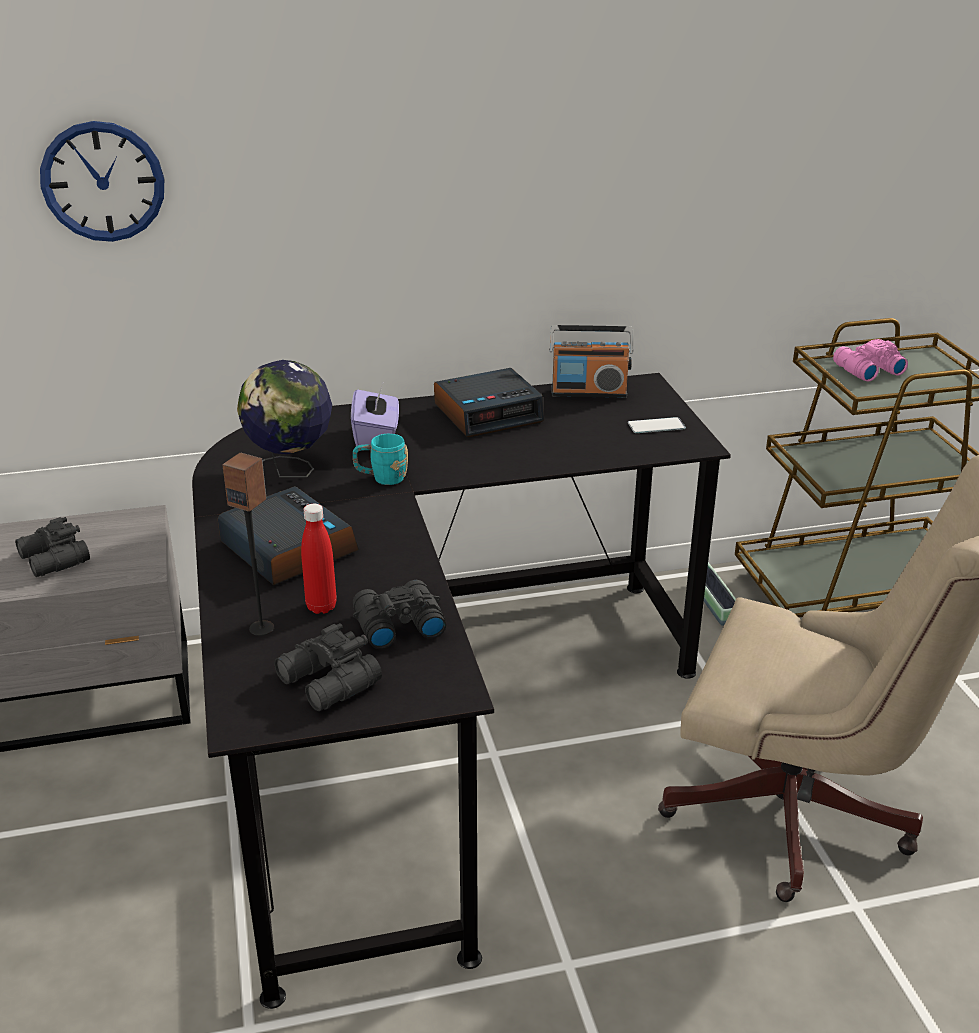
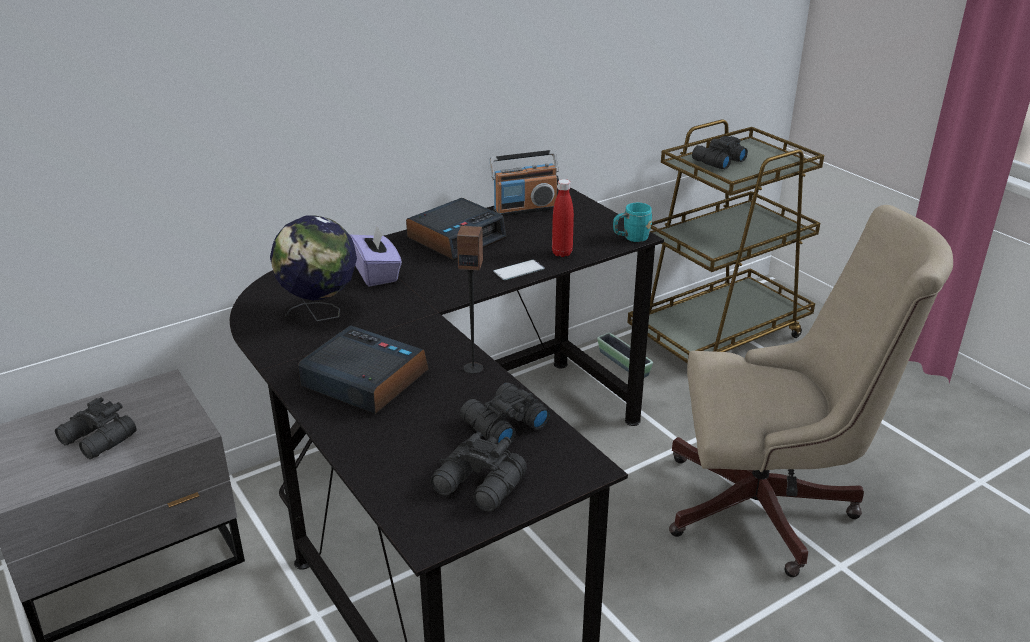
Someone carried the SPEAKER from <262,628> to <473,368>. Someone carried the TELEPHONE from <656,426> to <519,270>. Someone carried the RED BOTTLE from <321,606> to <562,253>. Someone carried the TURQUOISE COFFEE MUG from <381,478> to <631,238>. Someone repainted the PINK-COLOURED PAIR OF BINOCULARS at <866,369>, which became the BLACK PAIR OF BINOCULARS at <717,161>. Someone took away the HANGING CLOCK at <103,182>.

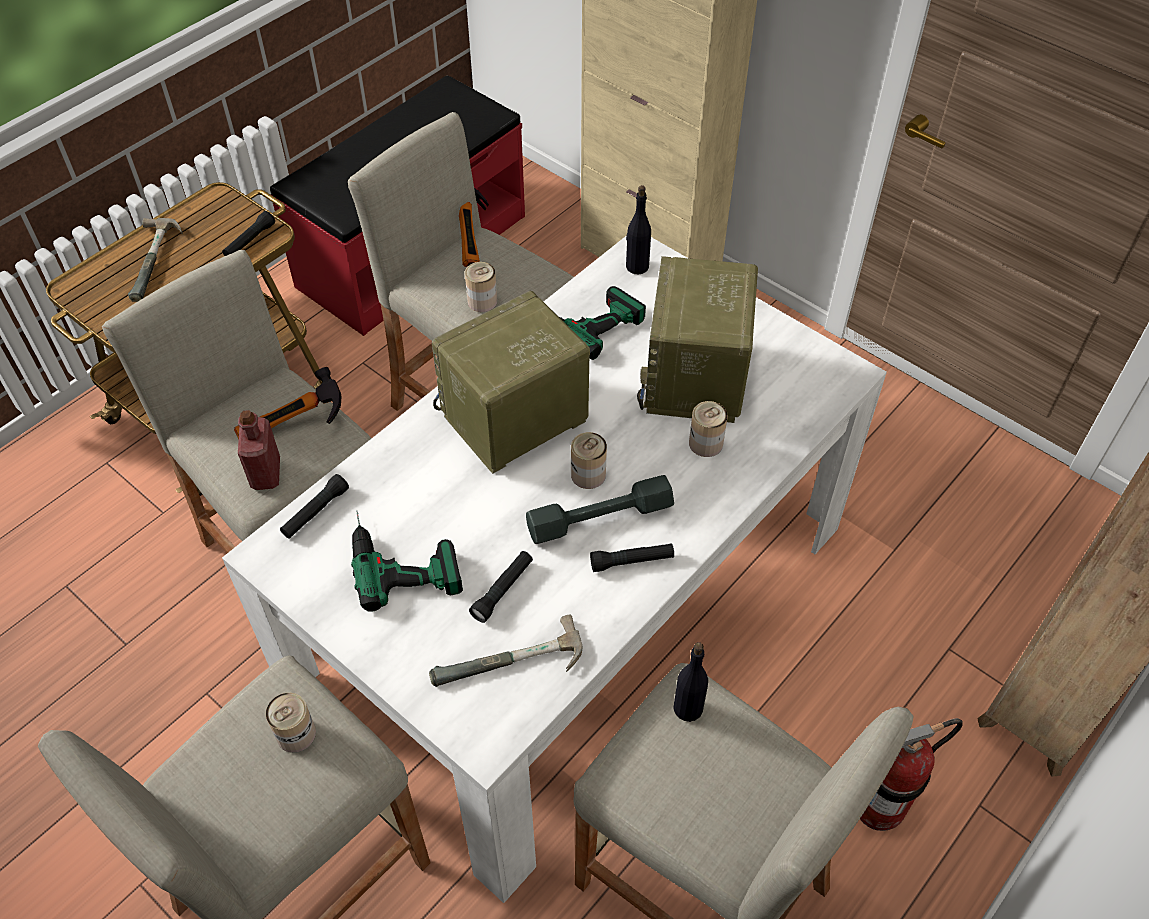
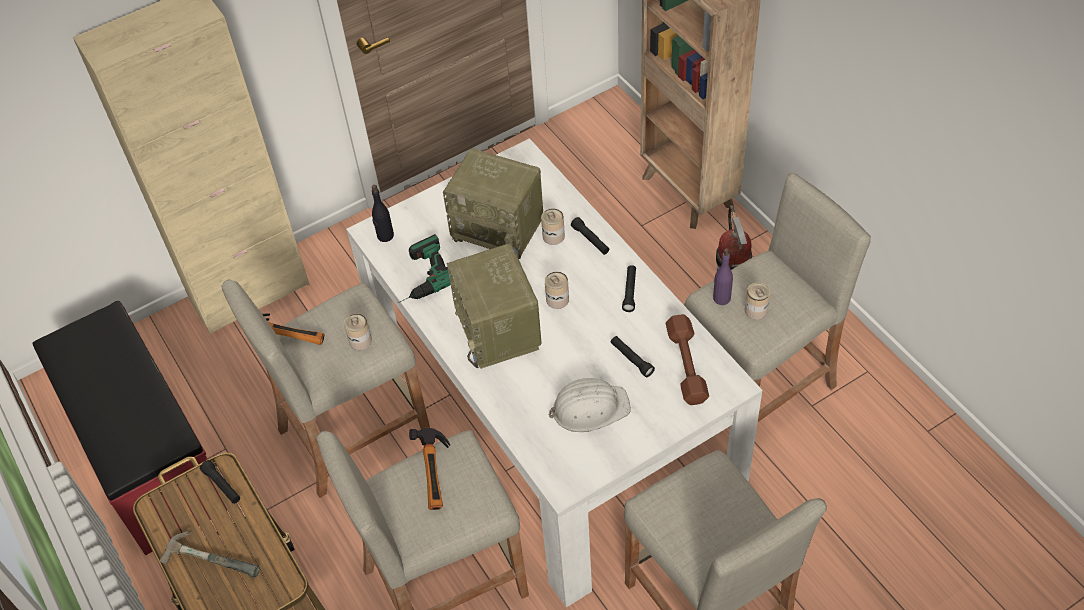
Someone swapped the ELECTRIC DRILL at <402,556> for the WHITE WORK HELMET at <589,408>. Someone carried the BLACK FLASHLIGHT from <315,512> to <590,240>. Someone swapped the TOOL HAMMER at <510,667> for the BROWN HAND WEIGHT at <687,365>. Someone repainted the BLACK BOTTLE at <688,707>, which became the PURPLE BOTTLE at <721,298>. Someone carried the METAL CAN from <296,734> to <756,310>. Someone took away the RED BOTTLE at <266,473>. Someone took away the GREYISH HAND WEIGHT at <599,517>.

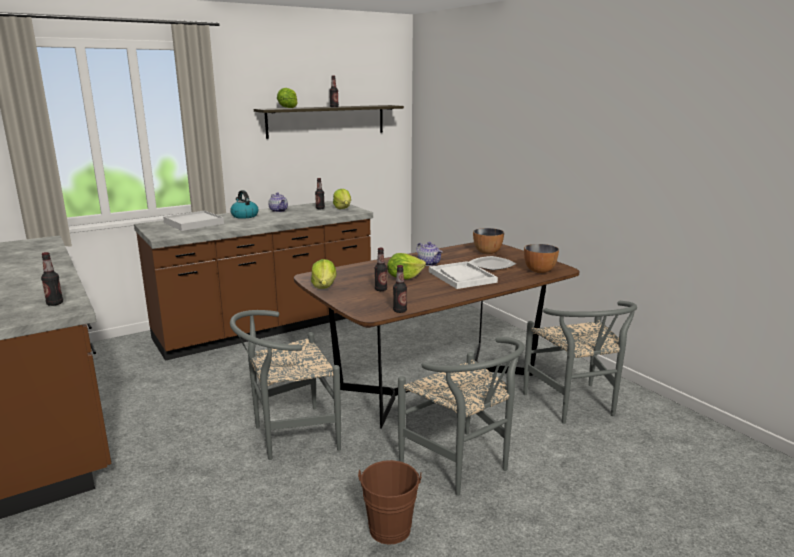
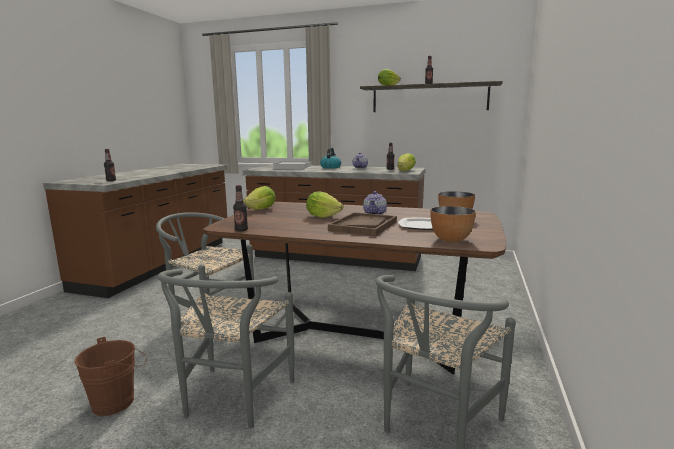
Someone repainted the WHITE SERVING TRAY at <461,277>, which became the BROWN SERVING TRAY at <363,226>. Someone took away the BOTTLE at <381,289>.

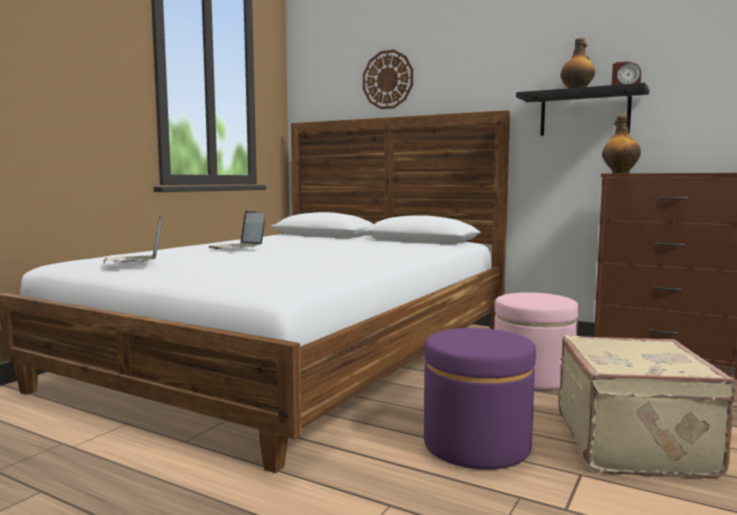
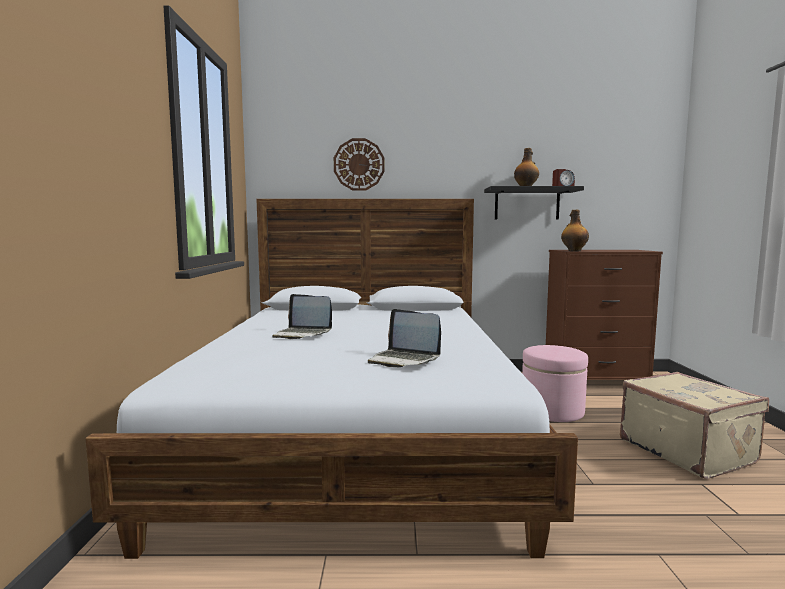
Someone carried the PORTABLE COMPUTER from <136,261> to <404,360>. Someone took away the PURPLE POUFFE at <476,445>.

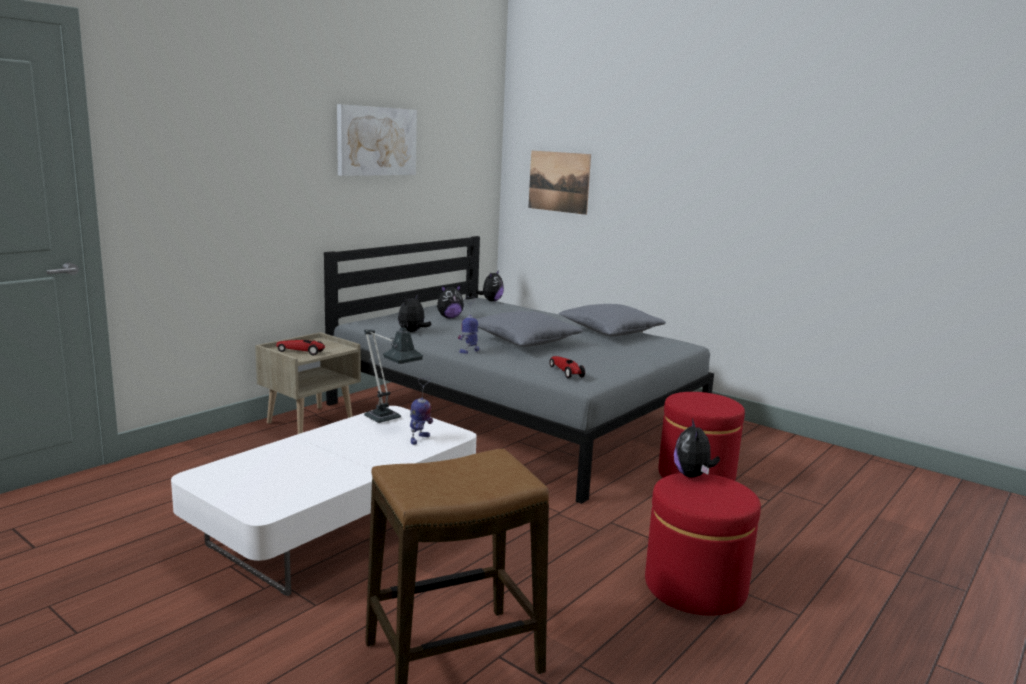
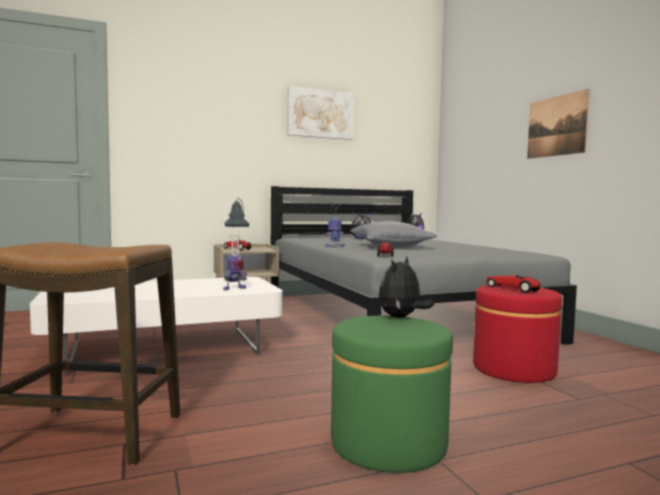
Someone repainted the RED POUFFE at <695,587>, which became the GREEN POUFFE at <388,443>. Someone put down the MODEL CAR at <512,289>. Someone carried the PICTURE from <559,182> to <556,126>. Someone took away the CUDDLY TOY at <412,332>. Someone took away the GREYISH THROW PILLOW at <610,332>.

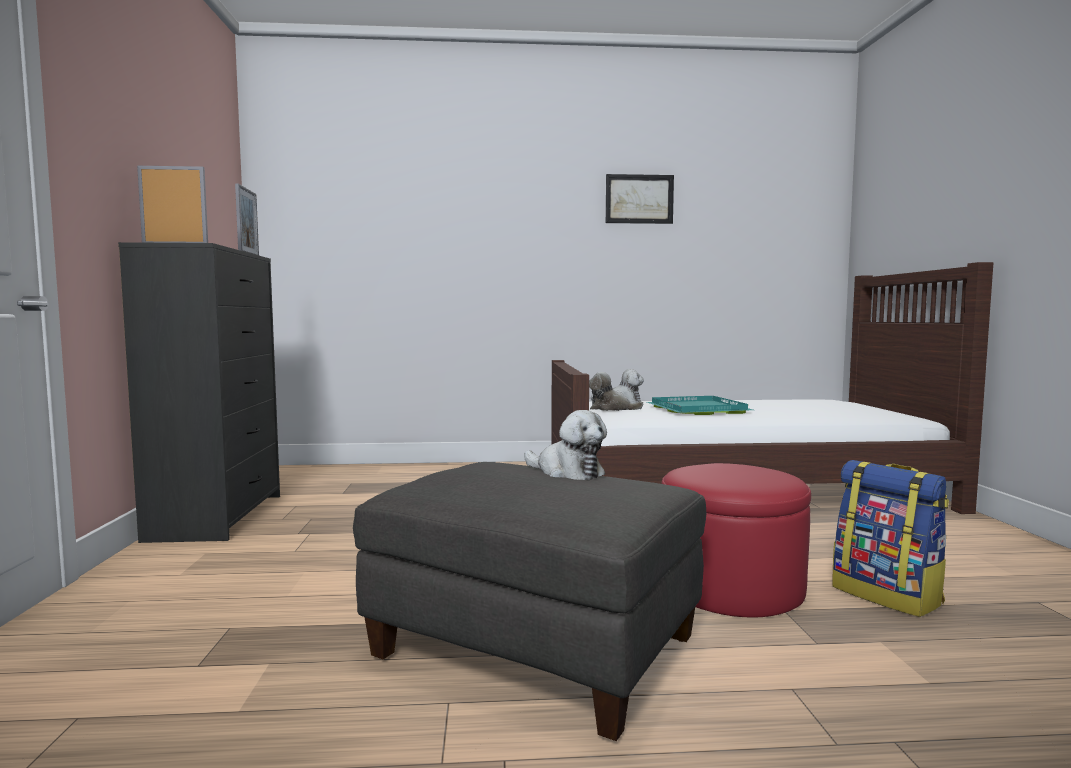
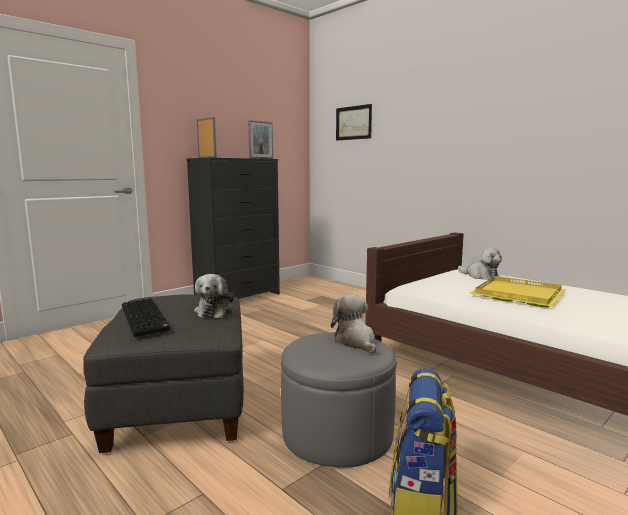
Someone put down the PC KEYBOARD at <146,318>. Someone repainted the RED POUFFE at <730,586>, which became the GREYISH POUFFE at <337,433>. Someone carried the CUDDLY TOY from <611,409> to <355,341>. Someone carried the PICTURE from <639,199> to <353,123>. Someone repainted the TURQUOISE SERVING TRAY at <700,409>, which became the YELLOWISH SERVING TRAY at <519,295>.

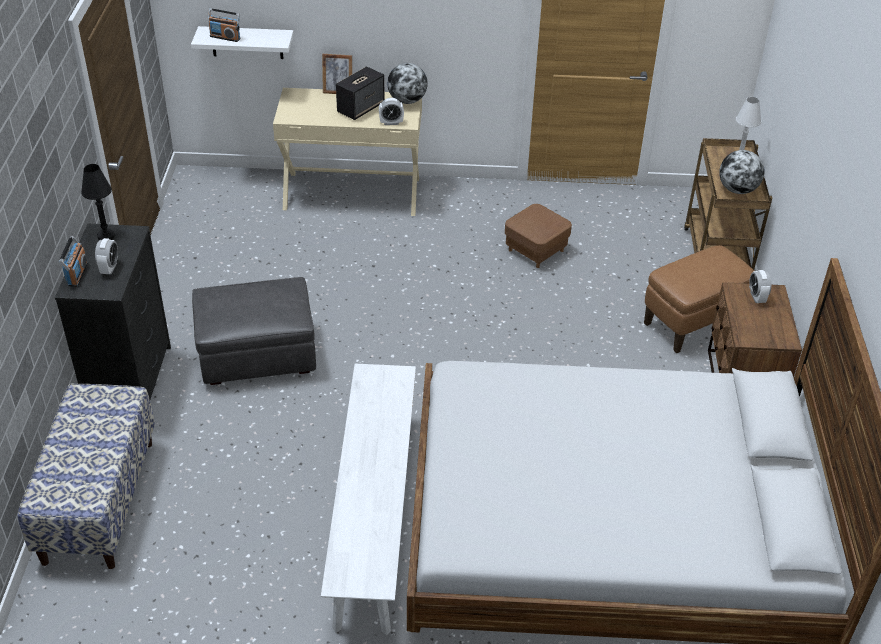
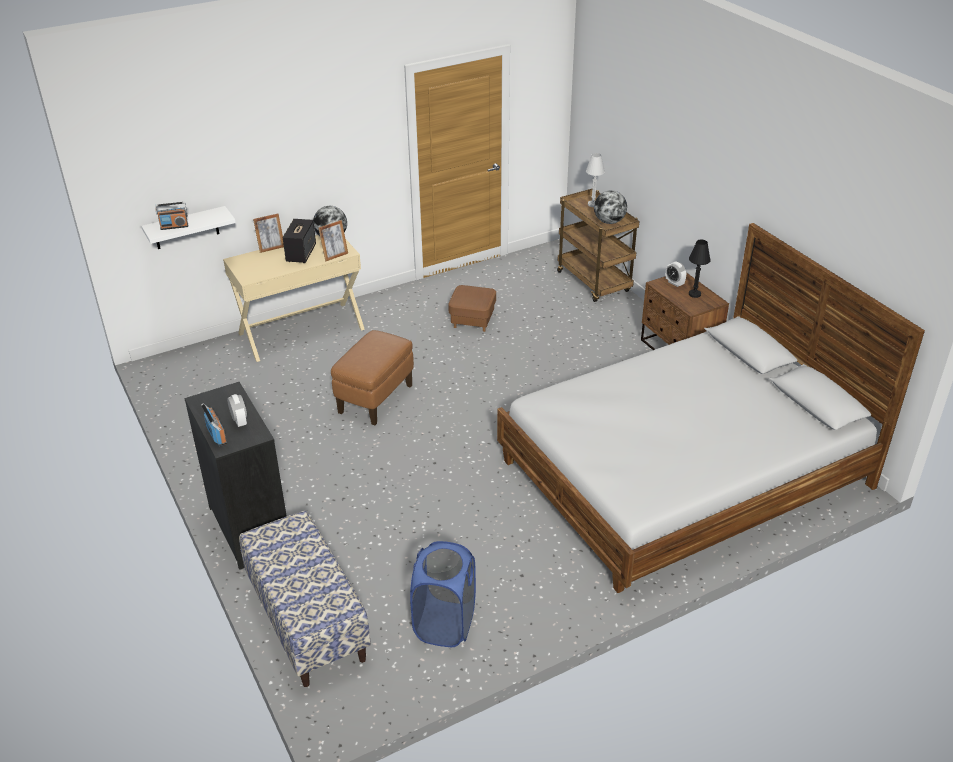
Someone swapped the BEDSIDE CLOCK at <391,123> for the PHOTO FRAME at <335,256>. Someone carried the BROWN POUFFE from <693,323> to <376,399>. Someone put down the BLUISH LAUNDRY BASKET at <445,624>. Someone carried the BLACK LAMP FOR A TABLE from <106,236> to <694,294>. Someone took away the GREYISH POUFFE at <257,355>. Someone took away the WHITE INDOOR BENCH at <374,518>.

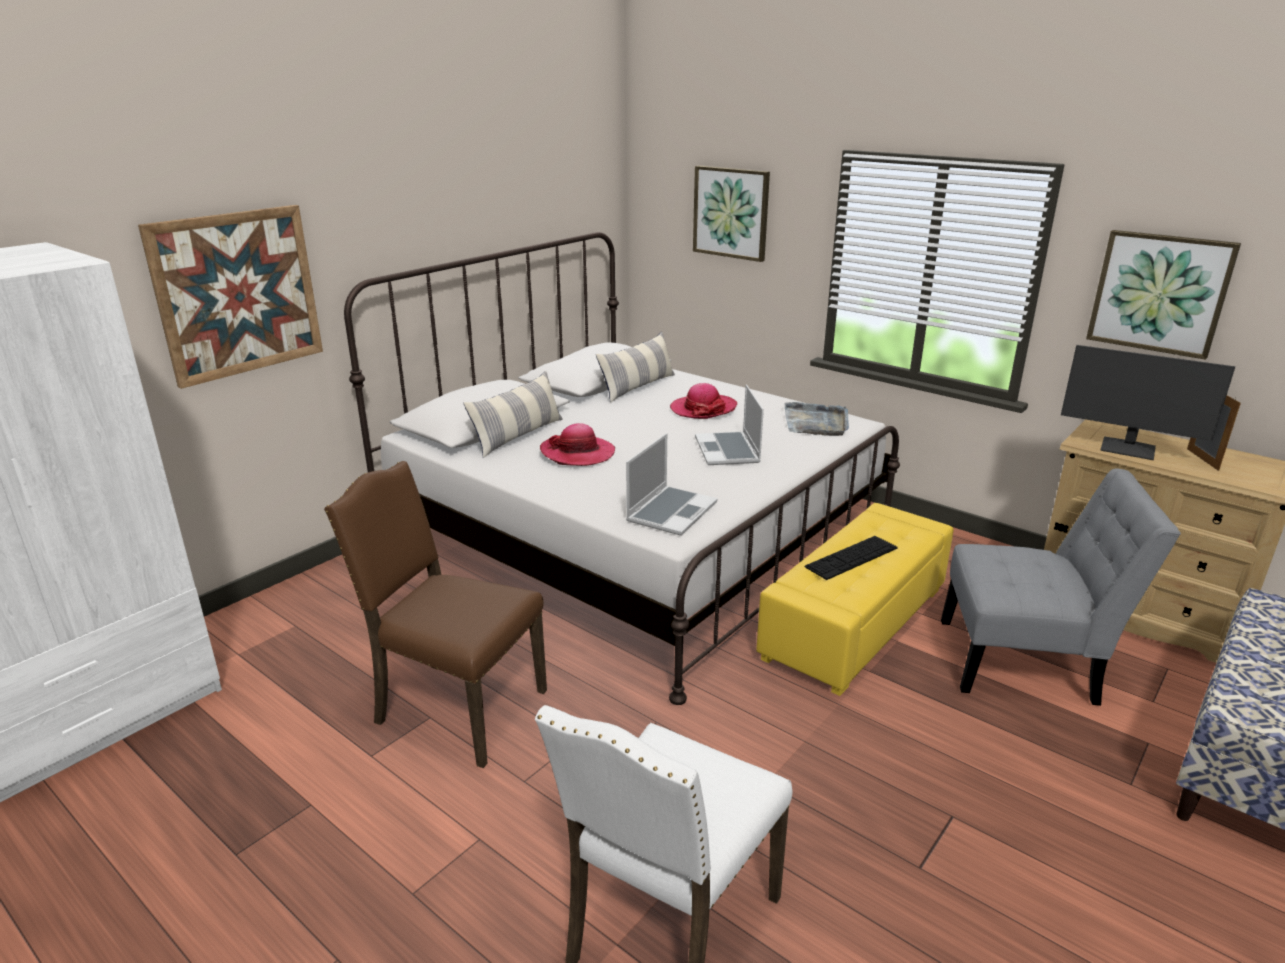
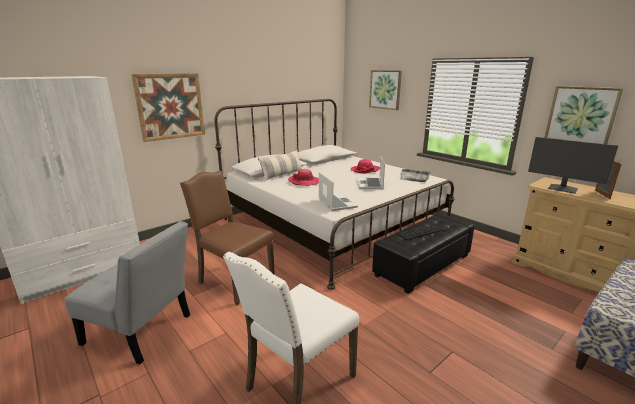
Someone carried the GREYISH CHAIR from <1026,662> to <142,331>. Someone rotated the PORTABLE COMPUTER at <671,511> by 60 degrees counterclockwise. Someone repainted the YELLOWISH POUFFE at <854,622>, which became the BLACK POUFFE at <422,265>. Someone took away the THROW PILLOW at <638,387>.

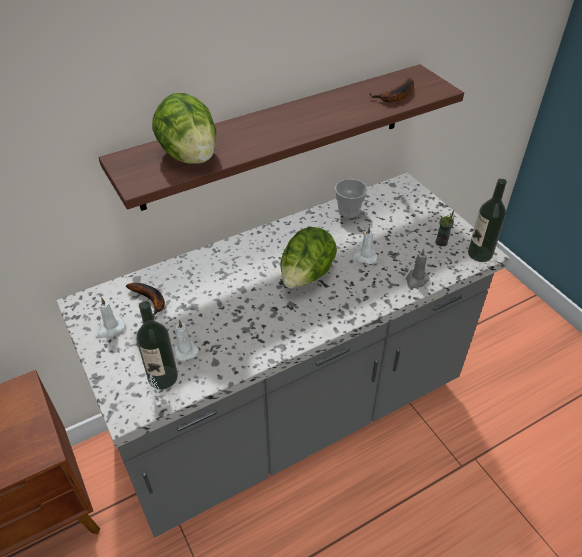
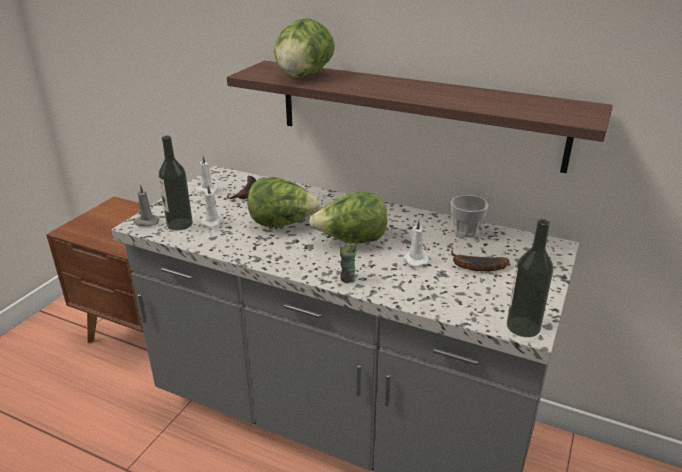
Someone carried the GREYISH WAX LIGHT from <416,280> to <146,222>. Someone put down the LETTUCE HEAD at <282,224>. Someone carried the CUP from <441,242> to <348,279>. Someone carried the WHOLE BANANA from <396,96> to <475,267>.

